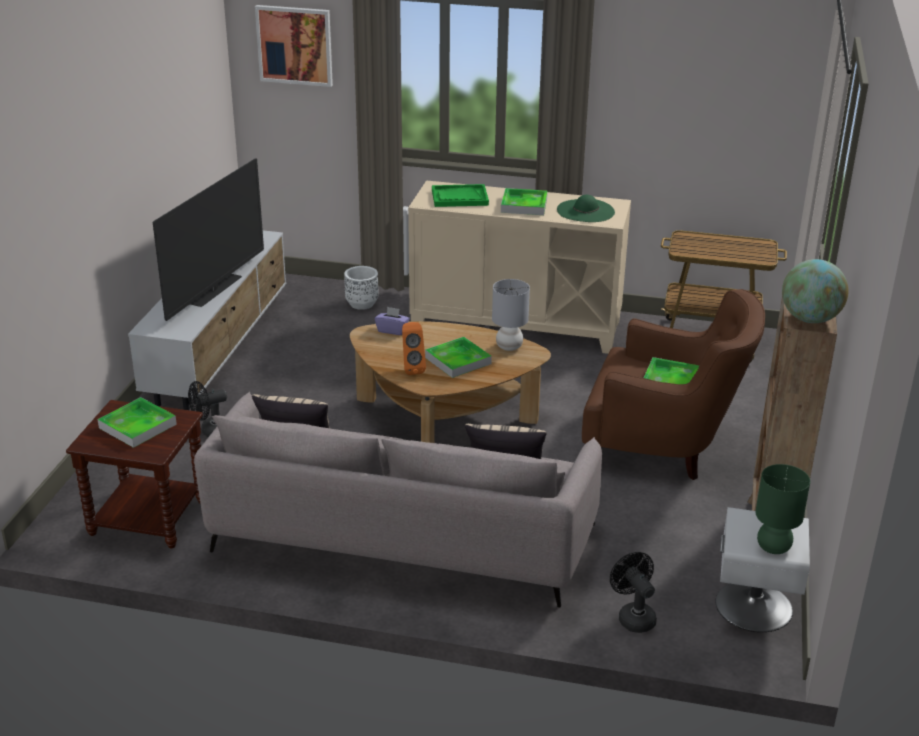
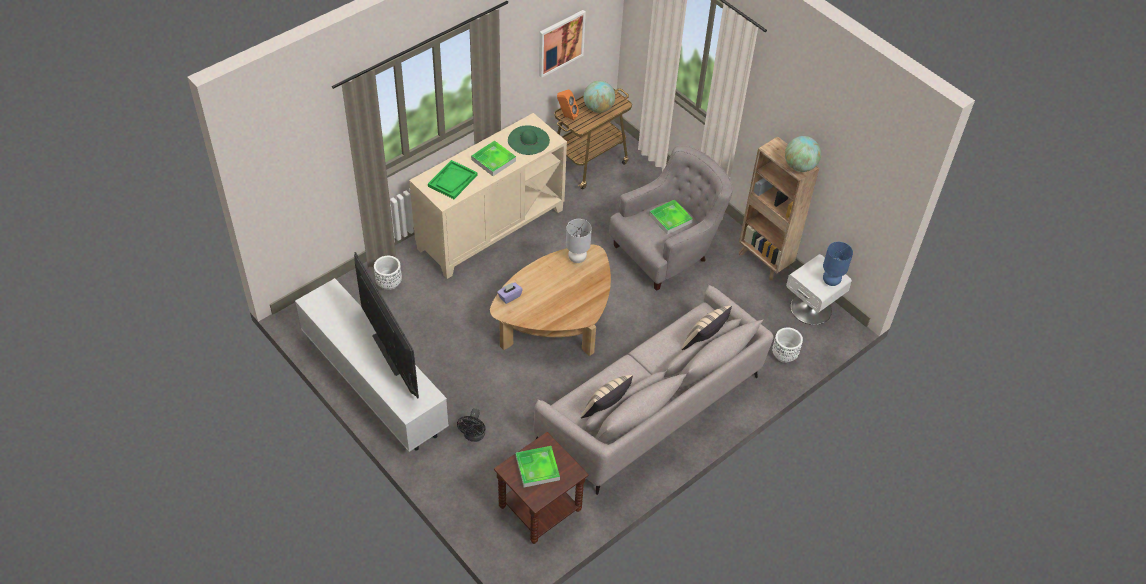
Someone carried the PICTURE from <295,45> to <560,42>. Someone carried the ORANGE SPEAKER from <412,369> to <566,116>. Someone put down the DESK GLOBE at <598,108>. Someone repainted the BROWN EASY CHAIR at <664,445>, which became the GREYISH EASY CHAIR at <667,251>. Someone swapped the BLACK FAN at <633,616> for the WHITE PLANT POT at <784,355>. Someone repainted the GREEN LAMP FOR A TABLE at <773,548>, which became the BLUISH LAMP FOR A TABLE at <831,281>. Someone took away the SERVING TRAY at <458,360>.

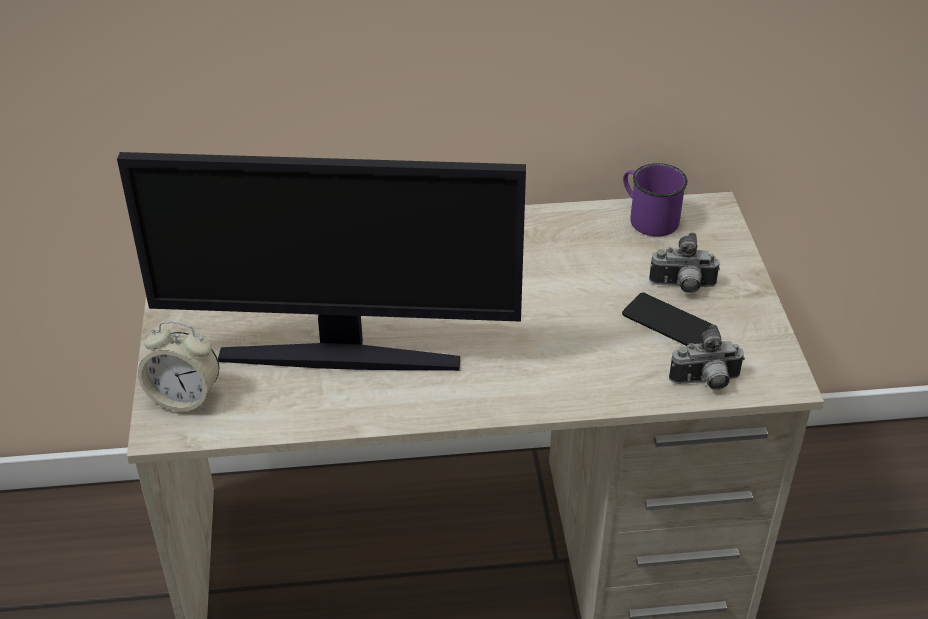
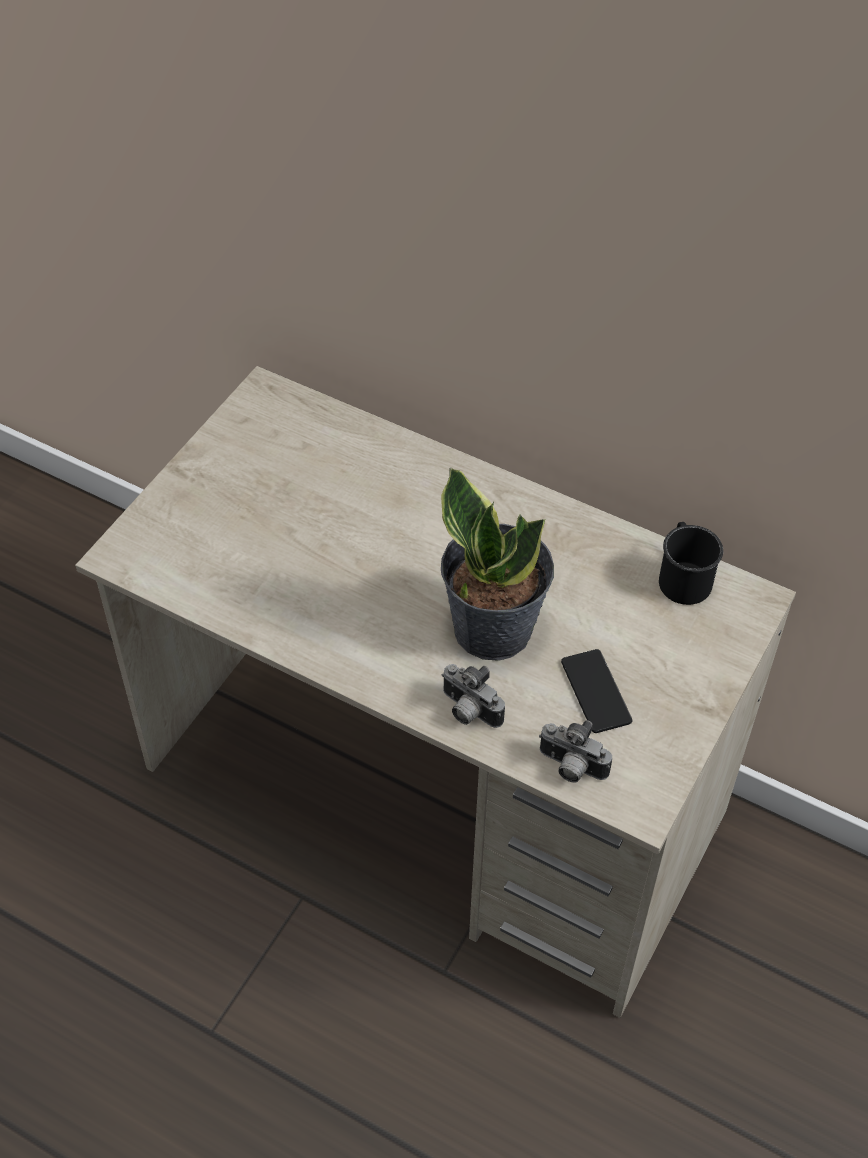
Someone put down the PLANT IN A POT at <493,627>. Someone carried the STILL CAMERA from <682,287> to <468,711>. Someone repainted the PURPLE COFFEE MUG at <648,218>, which became the BLACK COFFEE MUG at <683,577>. Someone took away the COMPUTER DISPLAY at <340,354>. Someone took away the BEDSIDE CLOCK at <184,397>.

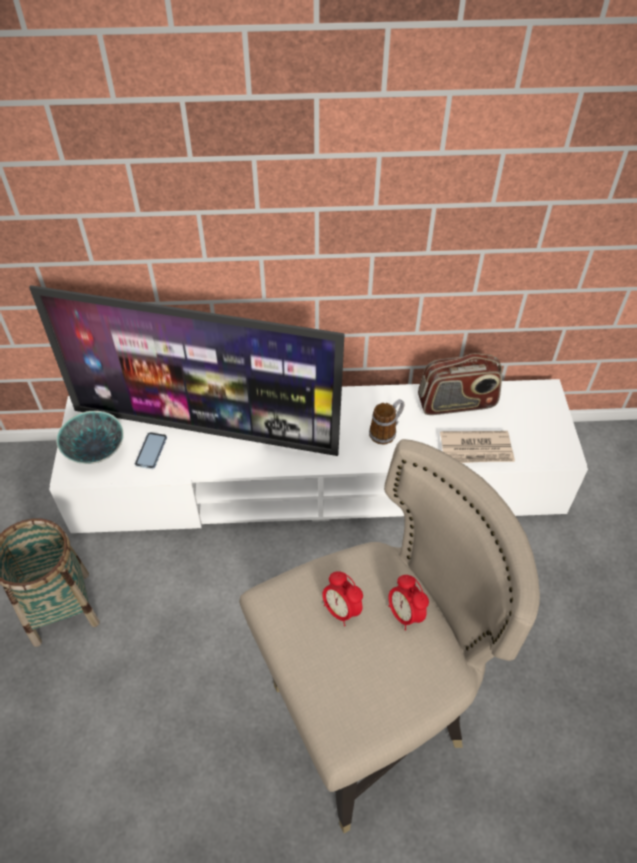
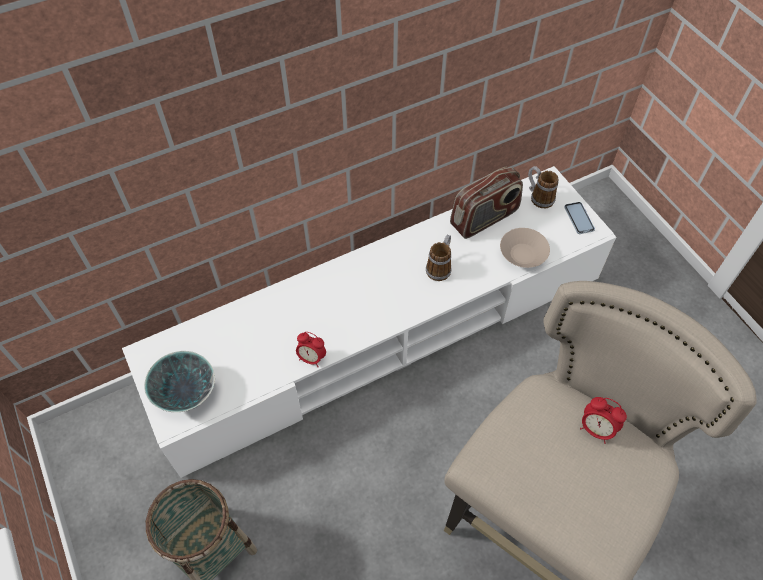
Someone carried the BEDSIDE CLOCK from <341,610> to <311,358>. Someone swapped the DAILY PAPER at <476,450> for the BEIGE-COLOURED SERVING BOWL at <523,254>. Someone put down the COFFEE MUG at <538,197>. Someone carried the TELEPHONE from <151,451> to <579,218>. Someone took away the TELEVISION at <206,429>.

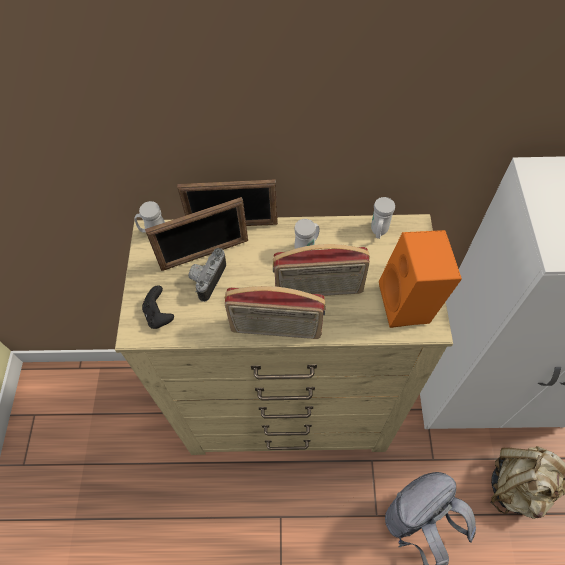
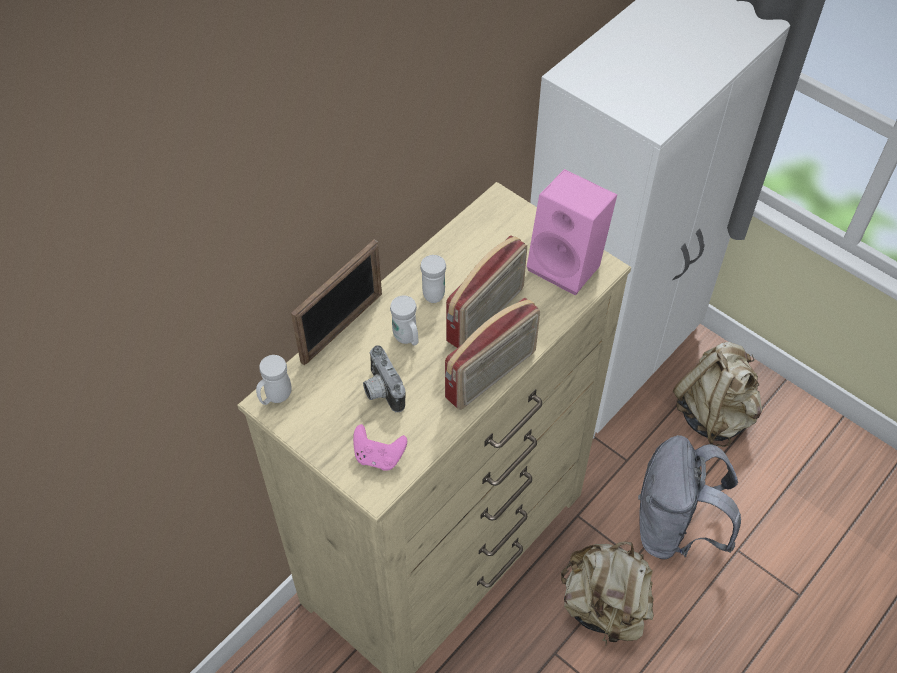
Someone repainted the BLACK JOYPAD at <159,315>, which became the PINK-COLOURED JOYPAD at <379,457>. Someone carried the WHITE COFFEE MUG from <378,232> to <407,339>. Someone repainted the ORANGE SPEAKER at <410,304>, which became the PINK-COLOURED SPEAKER at <568,265>. Someone put down the BEIGE-COLOURED KNAPSACK at <604,606>. Someone took away the PHOTO FRAME at <205,254>.

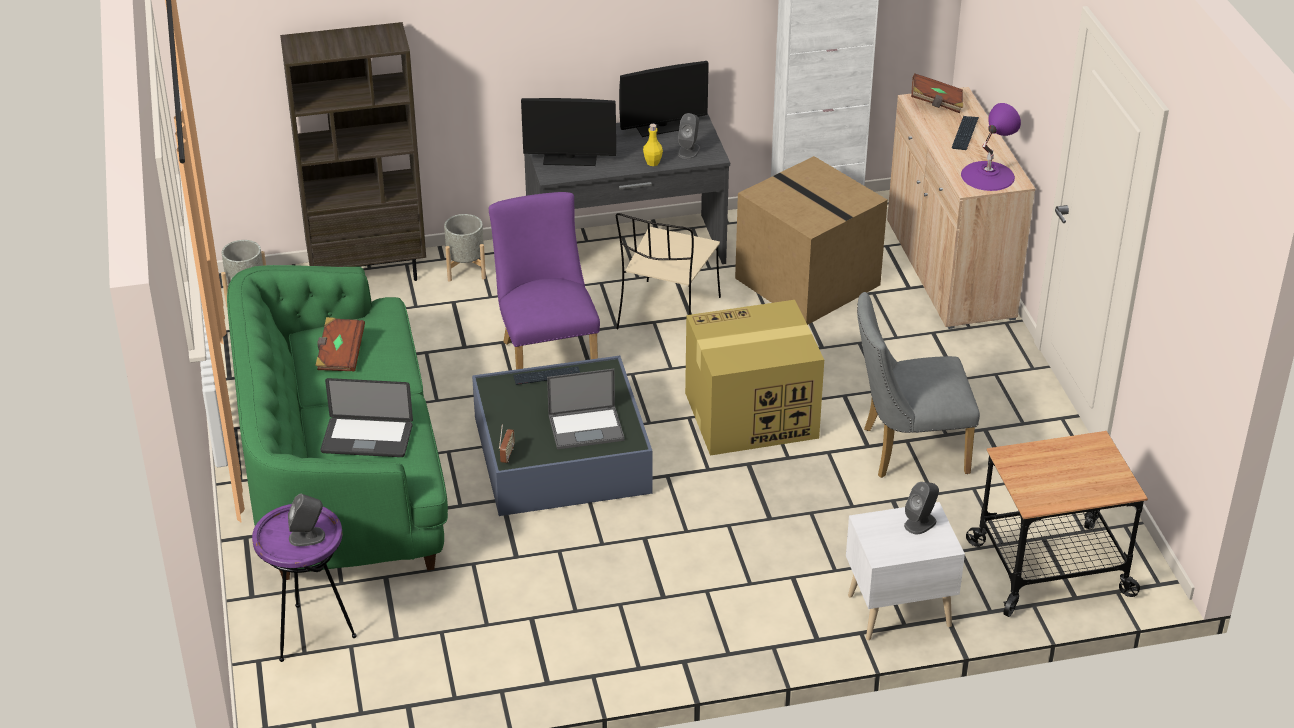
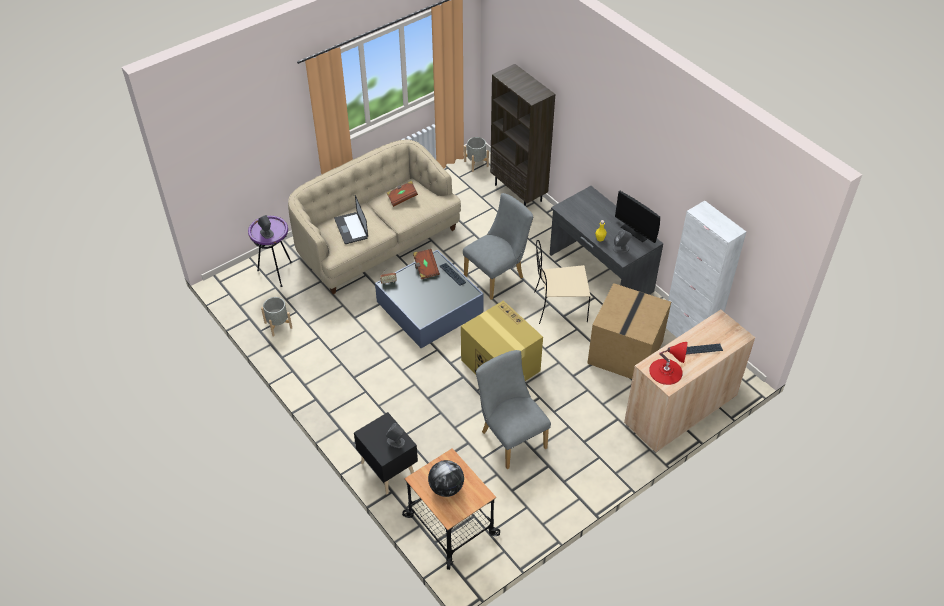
Someone carried the GREYISH PLANT POT from <466,269> to <278,325>. Someone repainted the GREEN SETTEE at <342,474>, which became the BEIGE-COLOURED SETTEE at <376,242>. Someone repainted the WHITE NIGHTSTAND at <897,609>, which became the BLACK NIGHTSTAND at <388,468>. Someone carried the BROWN VOLUME from <936,103> to <425,268>. Someone put down the DESK GLOBE at <446,488>. Someone repainted the PURPLE CHAIR at <546,356>, which became the GREYISH CHAIR at <497,275>. Someone repainted the PURPLE LAMP FOR A TABLE at <987,175>, which became the RED LAMP FOR A TABLE at <666,371>. Someone took away the COMPUTER DISPLAY at <570,159>. Someone took away the PORTABLE COMPUTER at <587,427>.

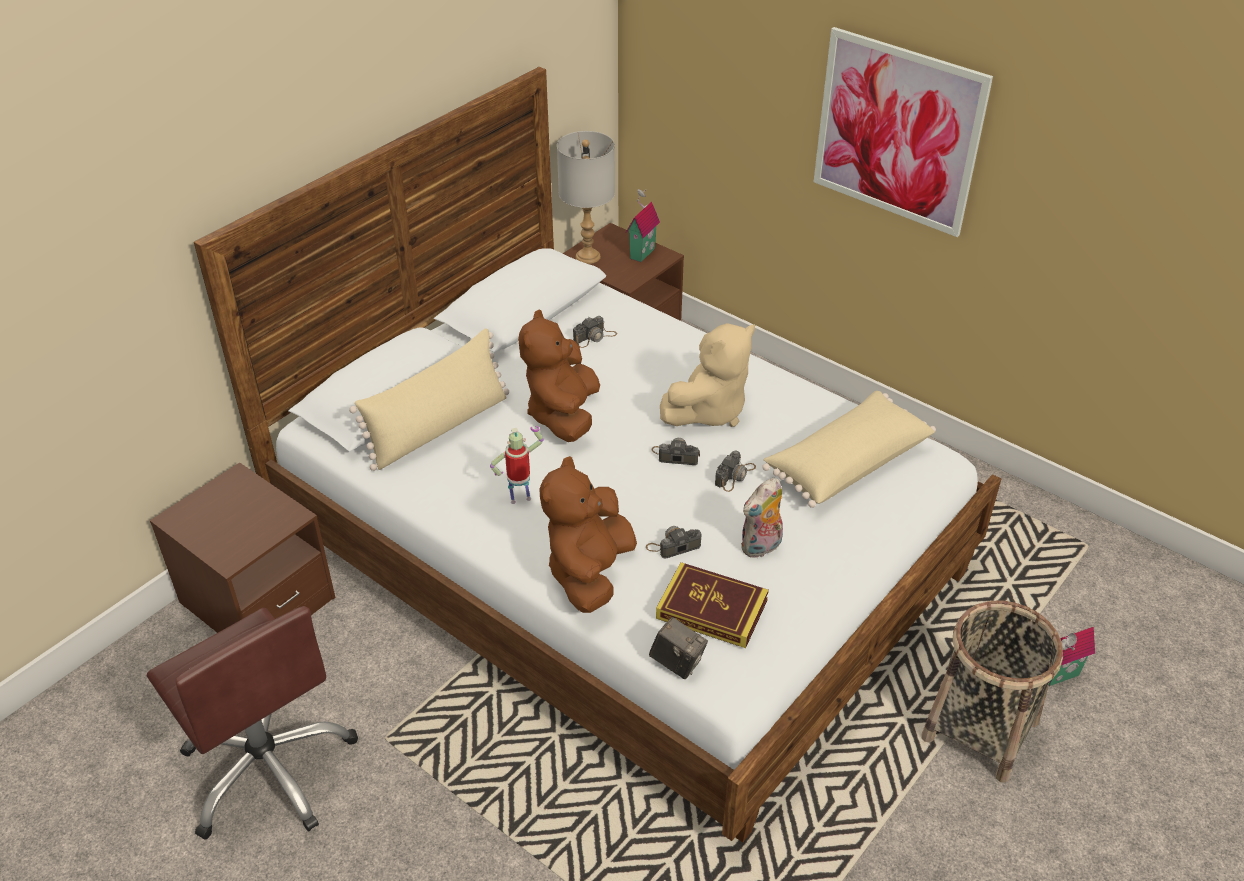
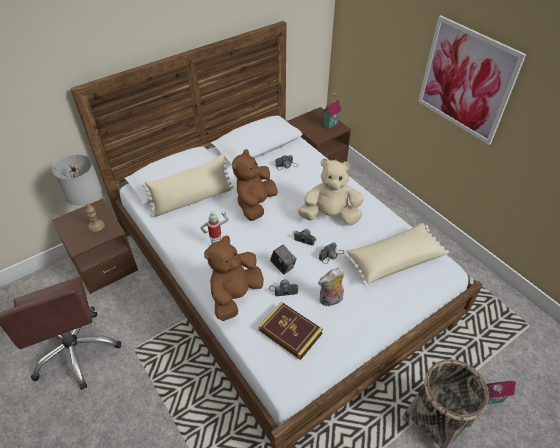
Someone carried the GREYISH LAMP FOR A TABLE from <587,256> to <96,226>. Someone carried the STILL CAMERA from <677,663> to <283,266>. Someone rotated the BEIGE-COLOURED CUDDLY TOY at <709,410> by 150 degrees counterclockwise.

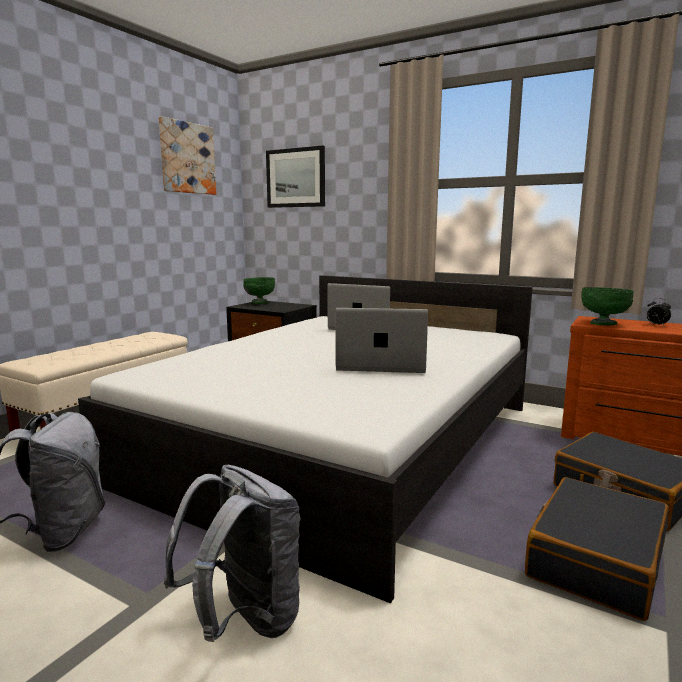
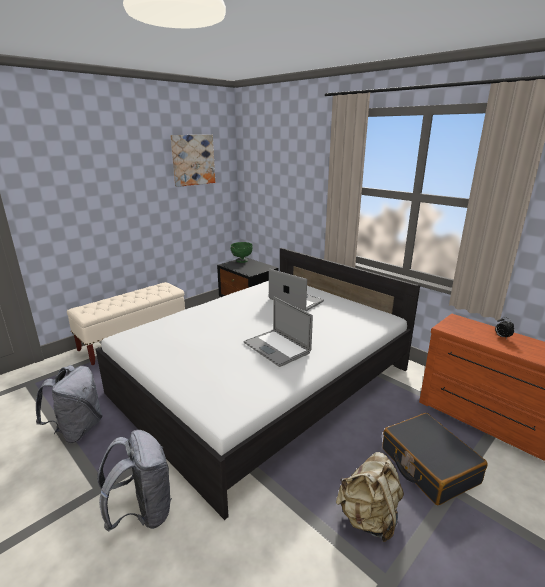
Someone rotated the PORTABLE COMPUTER at <381,364> by 150 degrees counterclockwise. Someone swapped the BLACK PIECE OF LUGGAGE at <595,560> for the BEIGE-COLOURED KNAPSACK at <368,518>. Someone took away the PICTURE at <296,178>. Someone took away the GREEN SERVING BOWL at <603,324>.

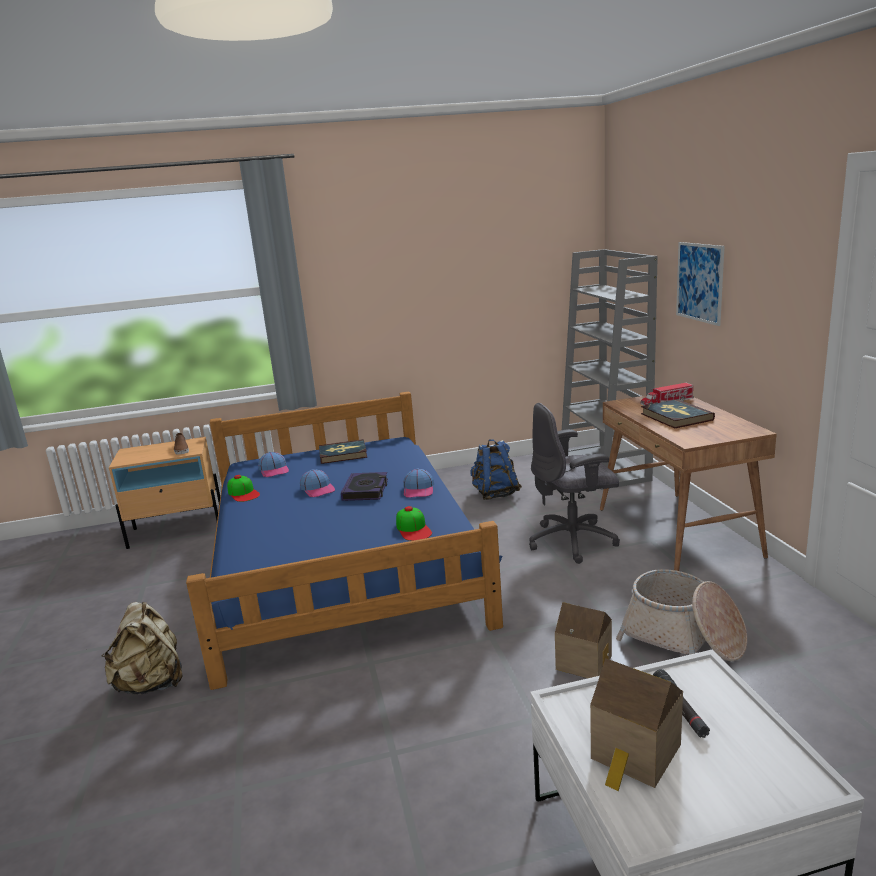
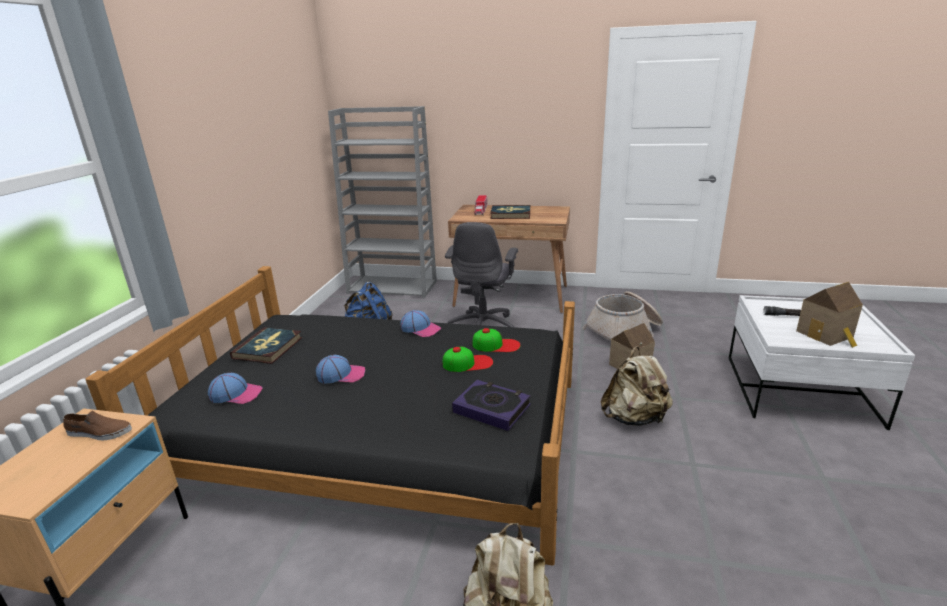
Someone repainted the BLUISH SLEEPING BED at <341,559>, which became the BLACK SLEEPING BED at <383,433>. Someone carried the BASEBALL CAP from <243,493> to <468,363>. Someone carried the VOLUME from <366,490> to <492,408>. Someone put down the BEIGE-COLOURED KNAPSACK at <634,418>. Someone took away the PICTURE at <699,282>.

